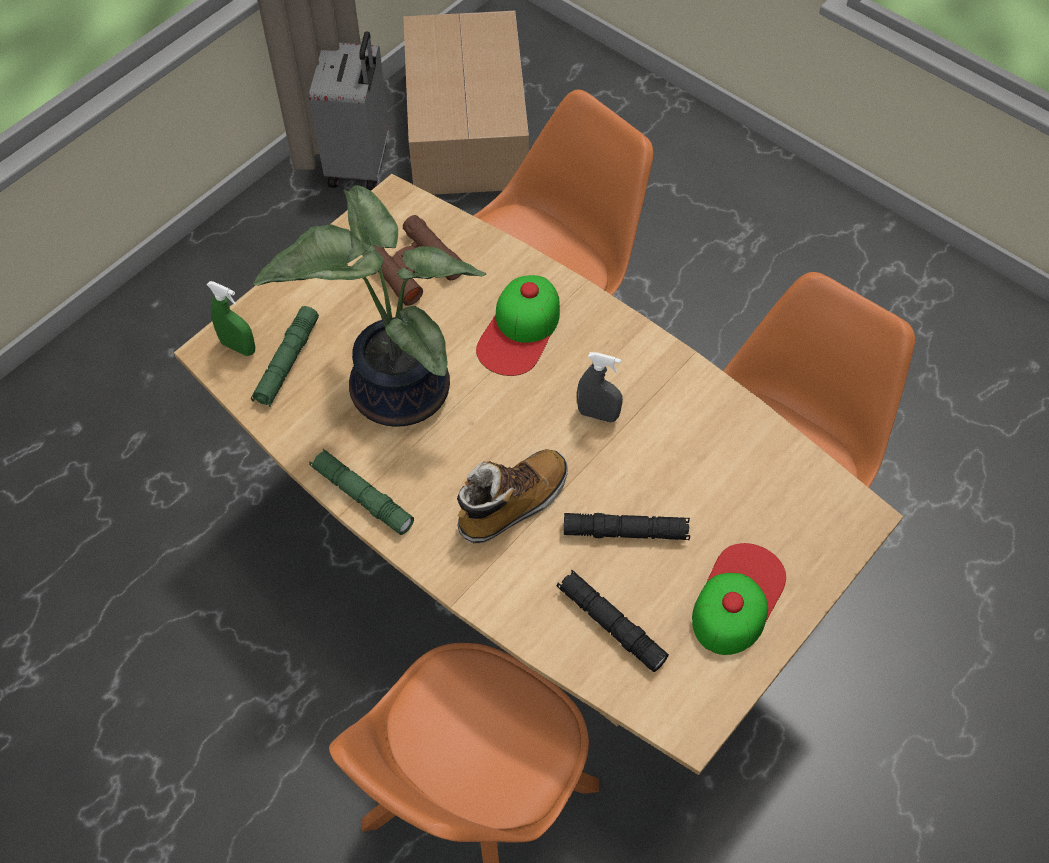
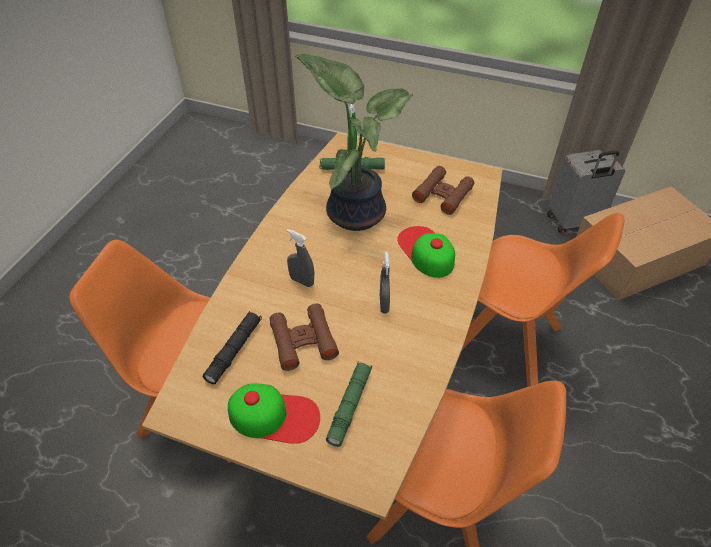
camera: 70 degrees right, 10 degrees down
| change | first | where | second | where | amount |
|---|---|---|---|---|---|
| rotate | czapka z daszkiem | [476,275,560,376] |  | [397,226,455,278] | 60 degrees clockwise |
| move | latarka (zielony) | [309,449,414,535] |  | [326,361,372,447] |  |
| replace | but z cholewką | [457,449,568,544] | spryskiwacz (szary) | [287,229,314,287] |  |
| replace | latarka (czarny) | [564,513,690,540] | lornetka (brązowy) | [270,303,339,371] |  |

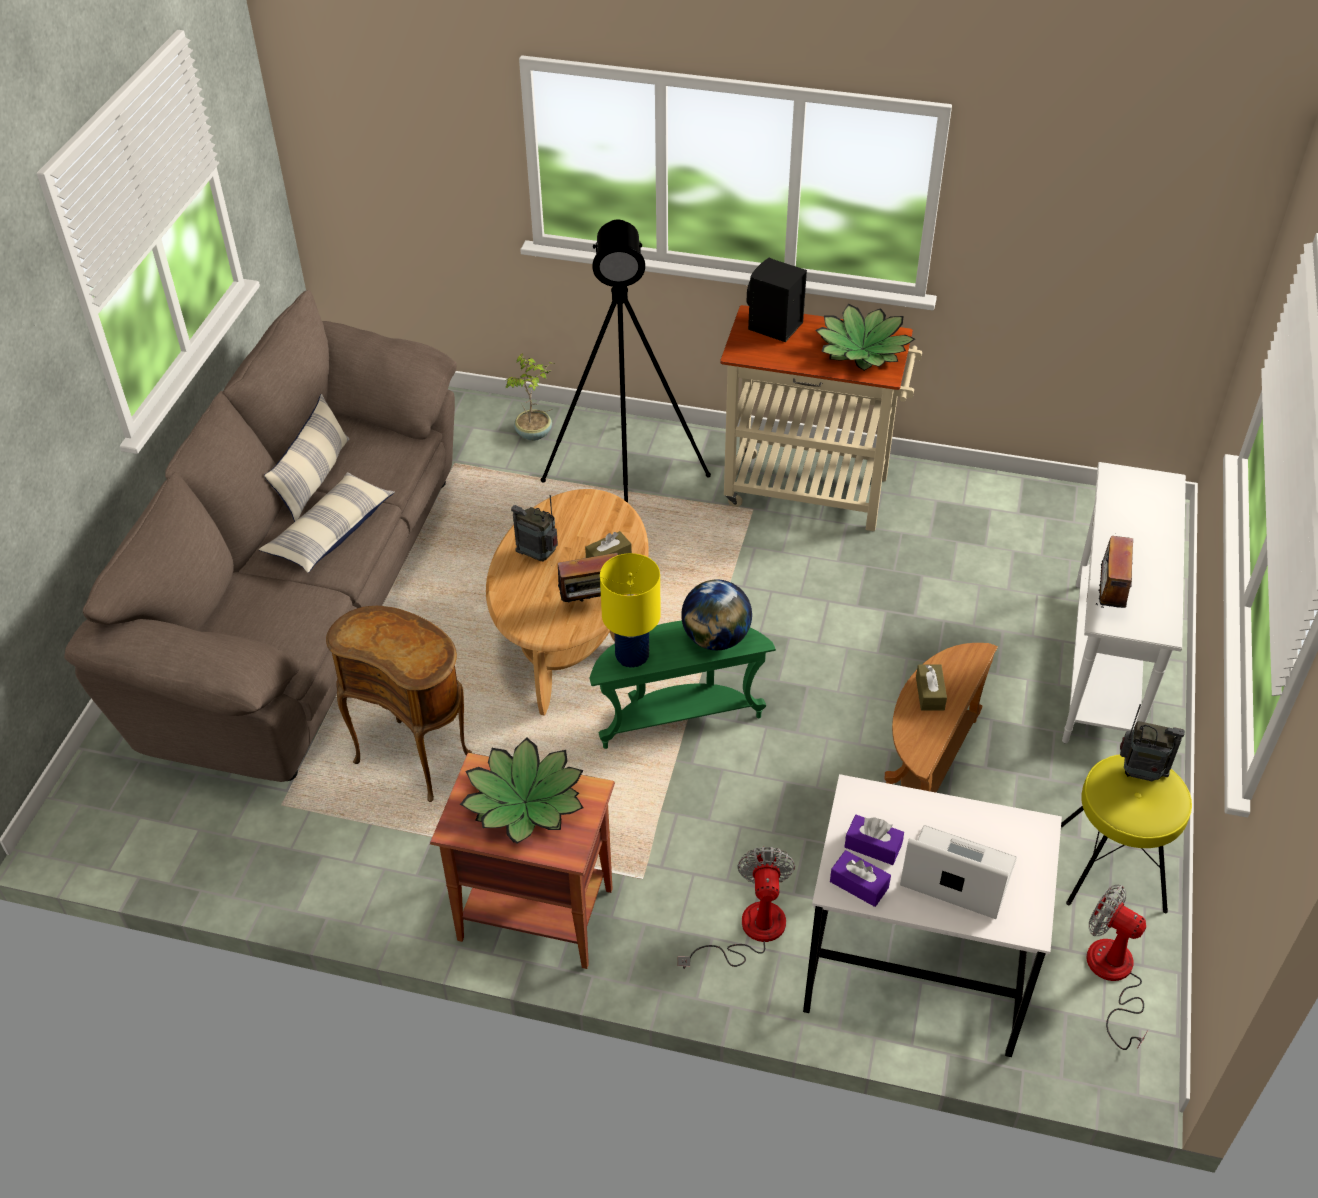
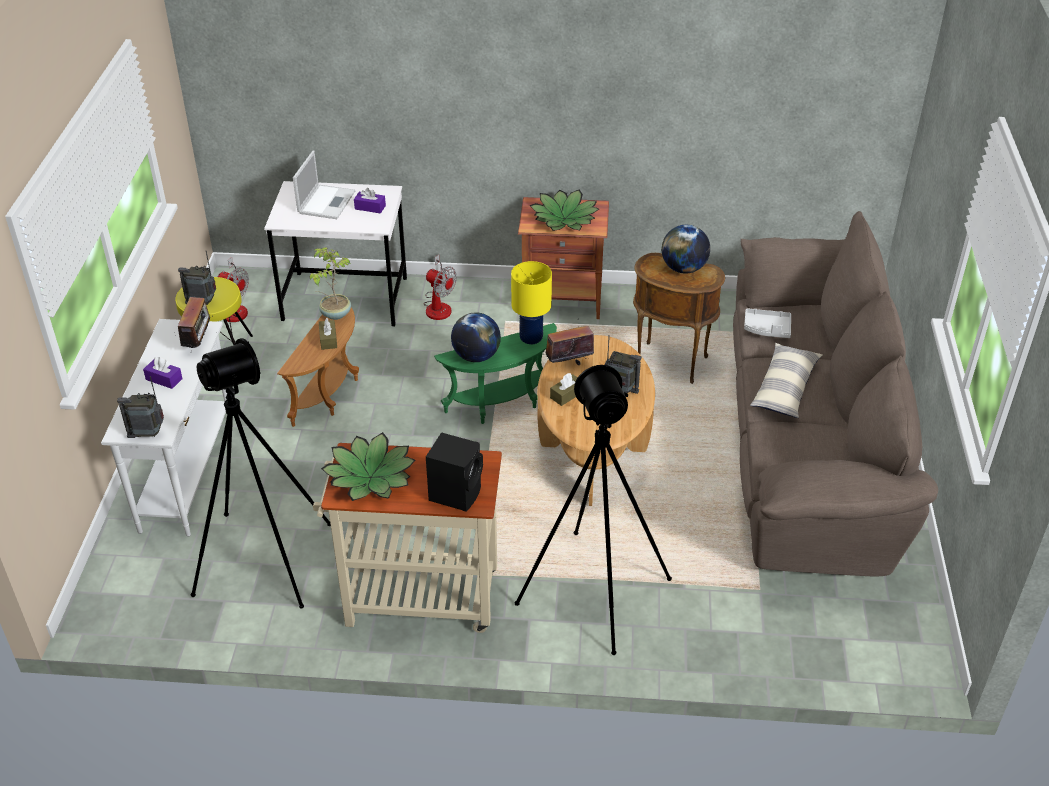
camera: 170 degrees right, 5 degrees down
| change | first | where | second | where | amount |
|---|---|---|---|---|---|
| move | roślina doniczkowa | [505,353,552,441] |  | [310,247,351,320] |  |
| delete | poduszka | [264,394,350,522] |  |  |  |
| rotate | laptop | [900,825,1017,919] |  | [293,151,355,219] | 90 degrees counterclockwise |
| rotate | wentylator | [678,847,795,969] |  | [424,254,457,320] | 45 degrees counterclockwise |
| move | pudełko chusteczek (fioletowy) | [830,850,891,907] |  | [143,357,183,389] |  |
| insert |  |  | globus | [662,225,710,273] |  |
| insert |  |  | taca (szary) | [744,308,791,338] |  |
| insert |  |  | lampa stojąca (czarny) | [191,338,331,609] |  |
| insert |  |  | radio | [117,376,164,438] |  |

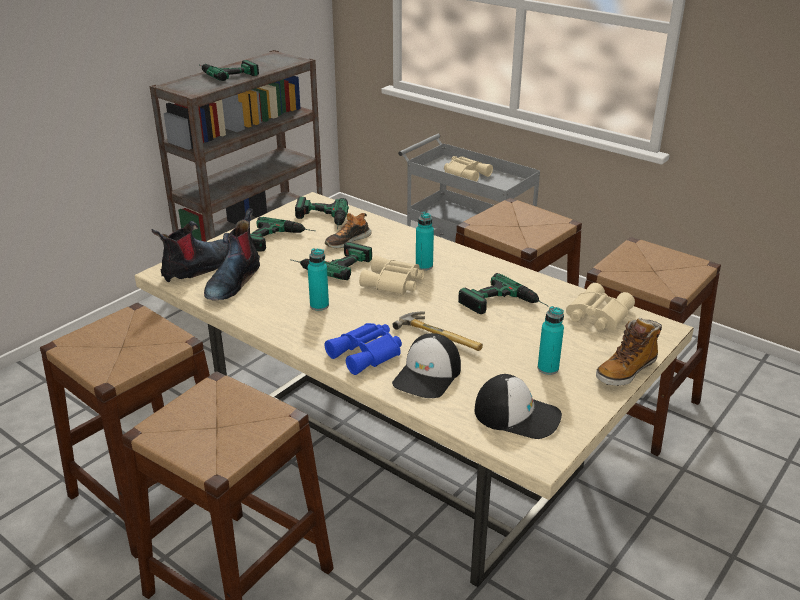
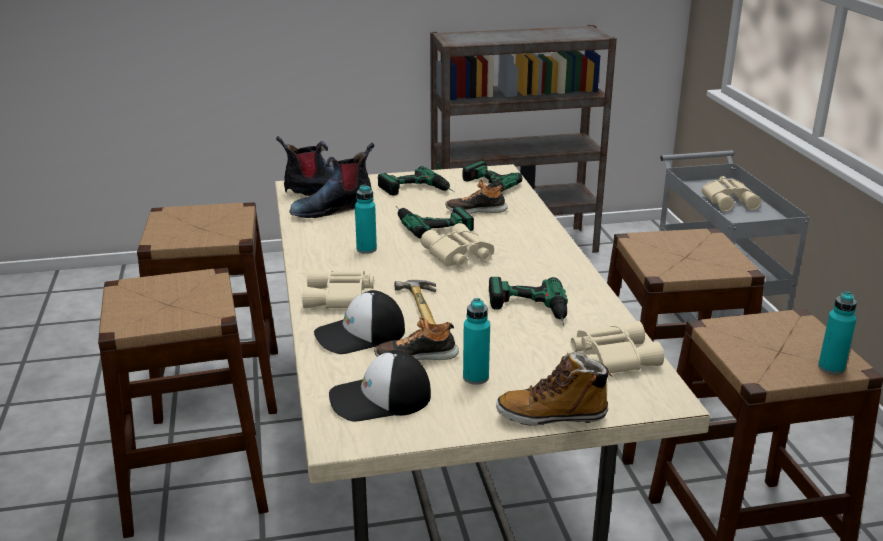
camera: 40 degrees right, 5 degrees down
| change | first | where | second | where | amount |
|---|---|---|---|---|---|
| delete | wiertarka | [200,60,259,81] |  |  |  |
| move | butelka (turkusowy) | [416,212,434,271] |  | [818,291,857,374] |  |
| recolor | lornetka (niebieski) | [324,323,402,375] | lornetka (beżowy) | [302,269,374,309] |  |
| rotate | czapka z daszkiem | [475,374,562,439] |  | [329,350,431,421] | 105 degrees clockwise |
| insert |  |  | but | [374,317,459,360] |  |

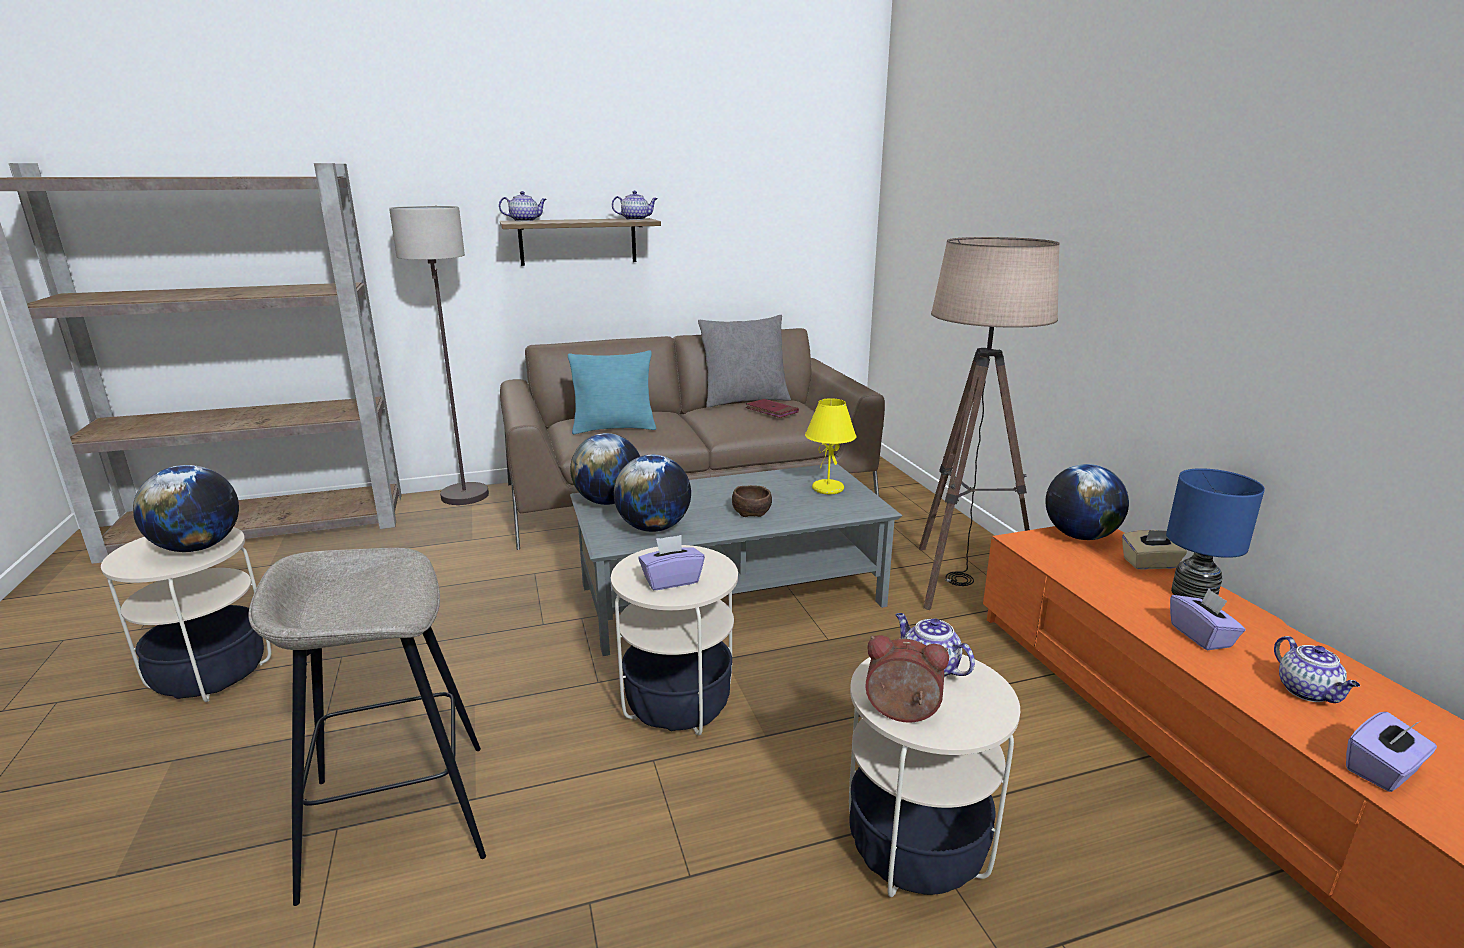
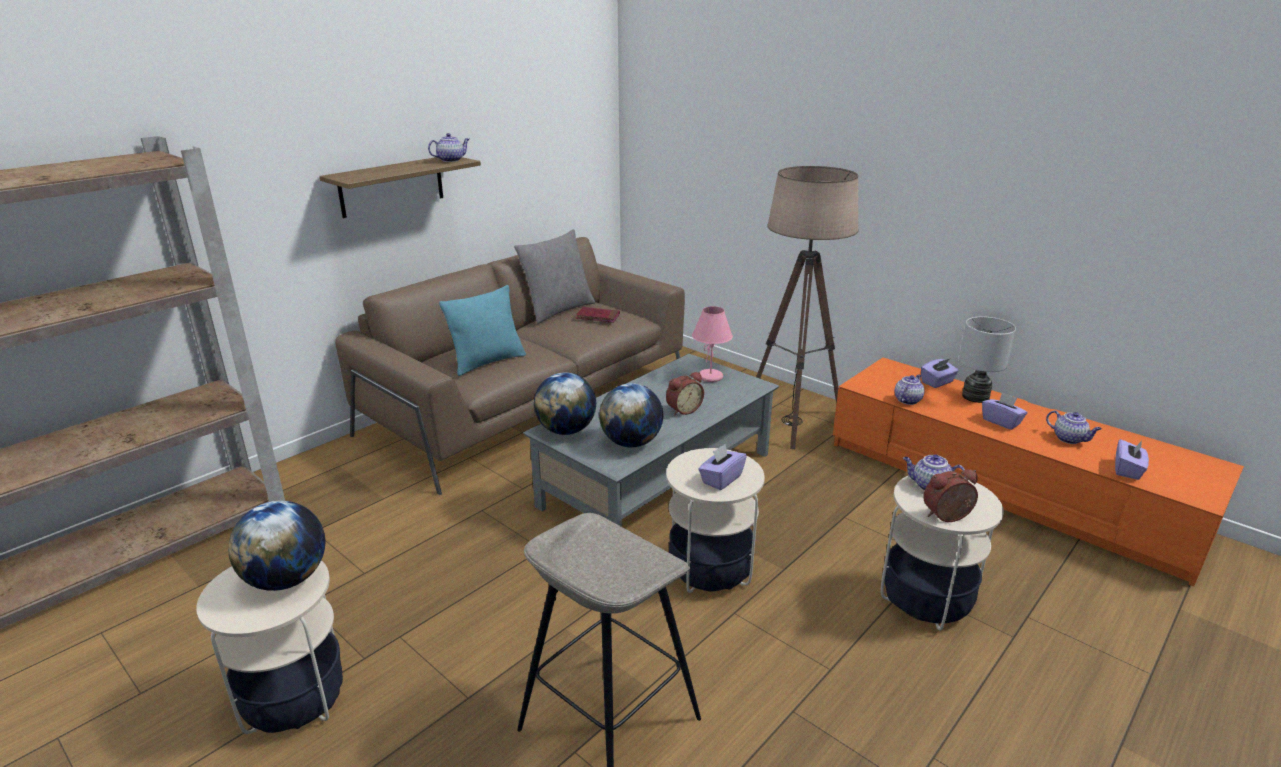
camera: 30 degrees left, 5 degrees up
| change | first | where | second | where | amount |
|---|---|---|---|---|---|
| move | imbryk | [499,191,547,221] |  | [895,374,925,405] |  |
| delete | lampa stojąca (szary) | [389,206,489,505] |  |  |  |
| recolor | lampa stołowa (żółty) | [805,398,857,494] | lampa stołowa (różowy) | [692,306,733,382] |  |
| delete | globus | [1045,464,1129,540] |  |  |  |
| recolor | lampa stołowa (niebieski) | [1166,468,1265,599] | lampa stołowa (szary) | [959,316,1016,403] |  |
| replace | miska (brązowy) | [732,485,772,517] | budzik | [666,372,704,416] |  |
| recolor | pudełko chusteczek (beżowy) | [1122,530,1187,570] | pudełko chusteczek (fioletowy) | [921,359,959,388] |  |

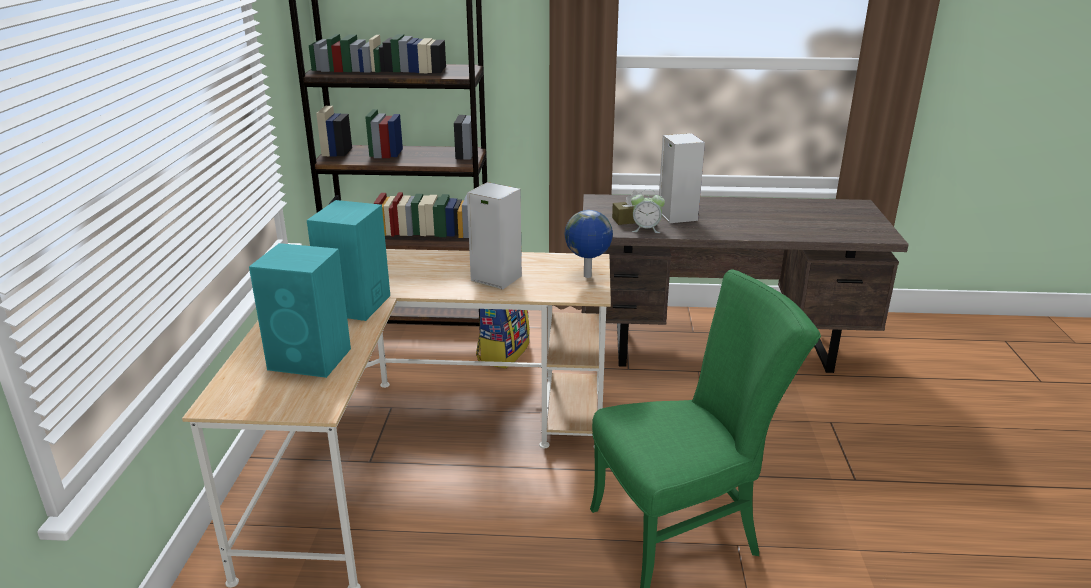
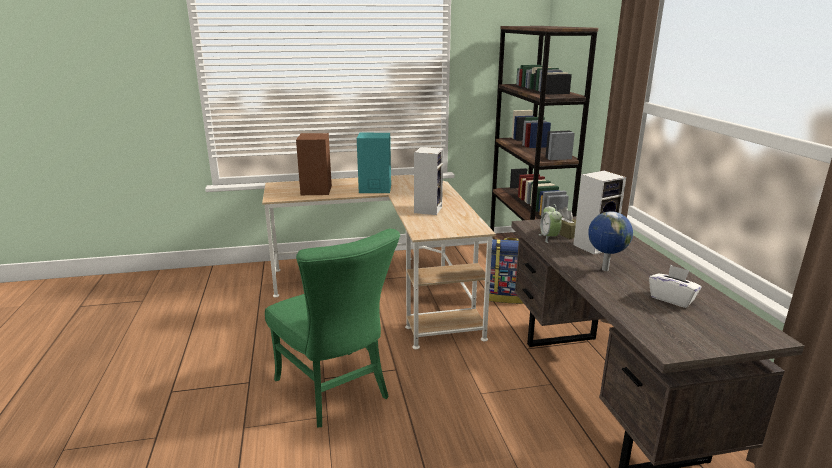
camera: 75 degrees right, 5 degrees down
| change | first | where | second | where | amount |
|---|---|---|---|---|---|
| move | globus | [564,210,613,278] |  | [588,211,633,271] |  |
| recolor | głośnik (turkusowy) | [249,243,351,378] | głośnik (brązowy) | [296,133,332,195] |  |
| insert |  |  | pudełko chusteczek (biały) | [649,265,702,308] |  |

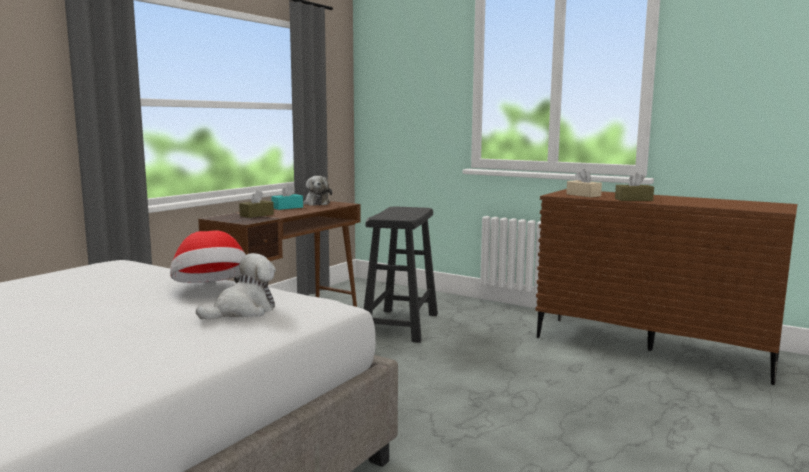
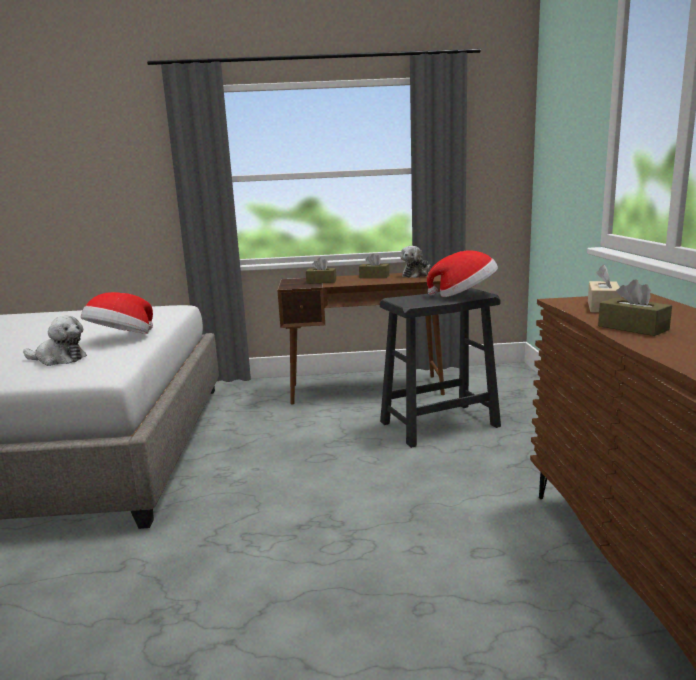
camera: 55 degrees right, 5 degrees up
| change | first | where | second | where | amount |
|---|---|---|---|---|---|
| recolor | pudełko chusteczek (turkusowy) | [271,184,303,210] | pudełko chusteczek (brązowy) | [359,253,389,278] |  |
| insert |  |  | kapelusz | [427,250,498,297] |  |

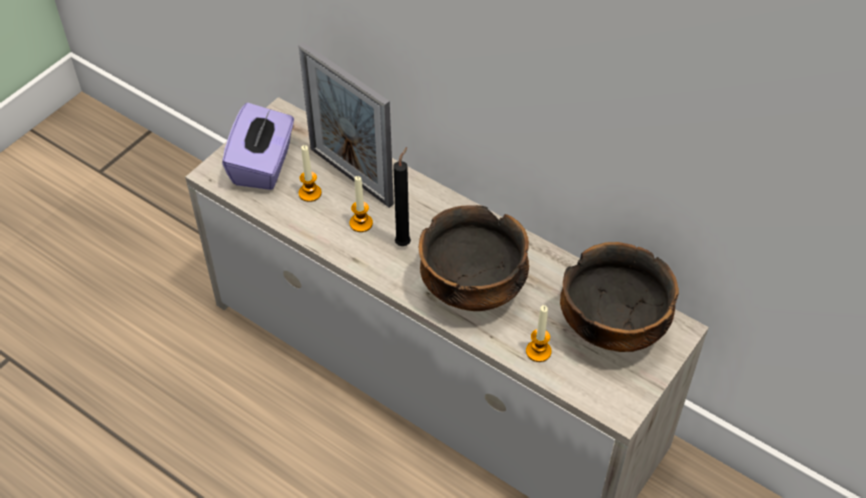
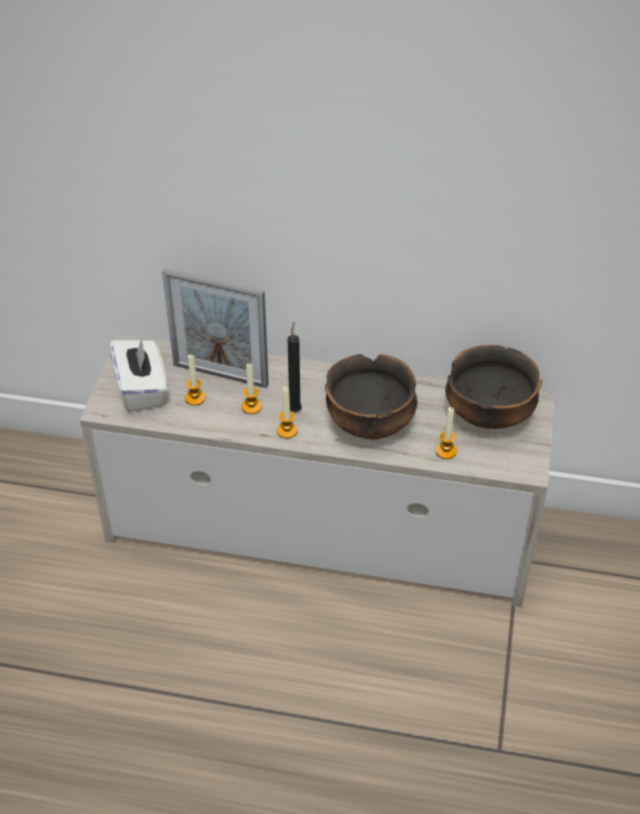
camera: 25 degrees left, 5 degrees down
| change | first | where | second | where | amount |
|---|---|---|---|---|---|
| recolor | pudełko chusteczek (fioletowy) | [222,103,294,190] | pudełko chusteczek (biały) | [110,337,167,412] |  |
| insert |  |  | świeca | [277,387,298,439] |  |

